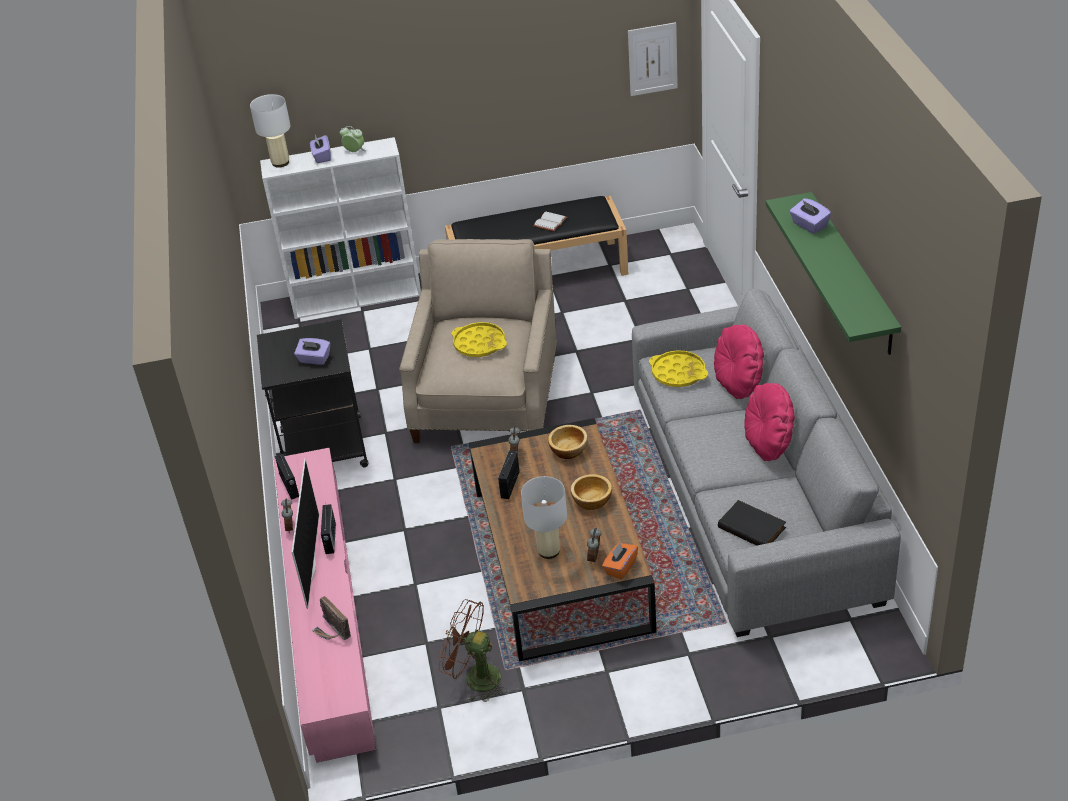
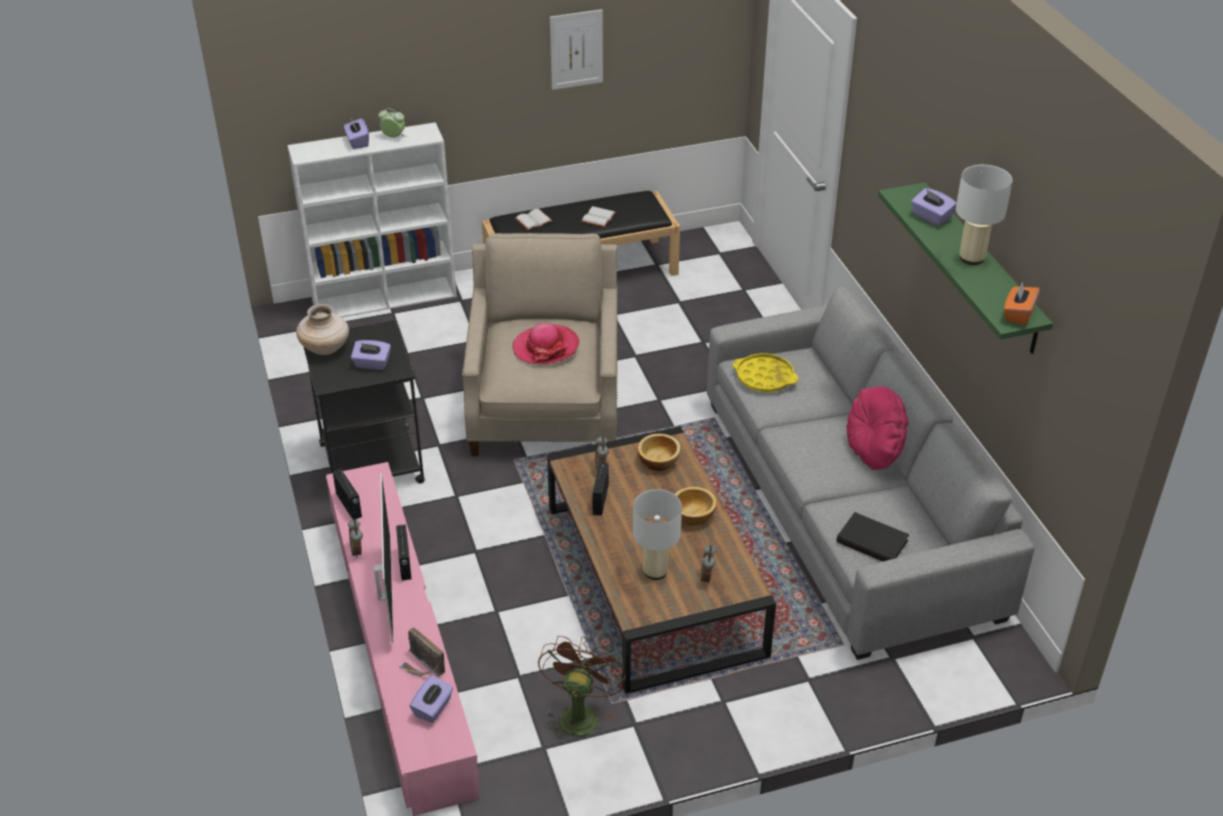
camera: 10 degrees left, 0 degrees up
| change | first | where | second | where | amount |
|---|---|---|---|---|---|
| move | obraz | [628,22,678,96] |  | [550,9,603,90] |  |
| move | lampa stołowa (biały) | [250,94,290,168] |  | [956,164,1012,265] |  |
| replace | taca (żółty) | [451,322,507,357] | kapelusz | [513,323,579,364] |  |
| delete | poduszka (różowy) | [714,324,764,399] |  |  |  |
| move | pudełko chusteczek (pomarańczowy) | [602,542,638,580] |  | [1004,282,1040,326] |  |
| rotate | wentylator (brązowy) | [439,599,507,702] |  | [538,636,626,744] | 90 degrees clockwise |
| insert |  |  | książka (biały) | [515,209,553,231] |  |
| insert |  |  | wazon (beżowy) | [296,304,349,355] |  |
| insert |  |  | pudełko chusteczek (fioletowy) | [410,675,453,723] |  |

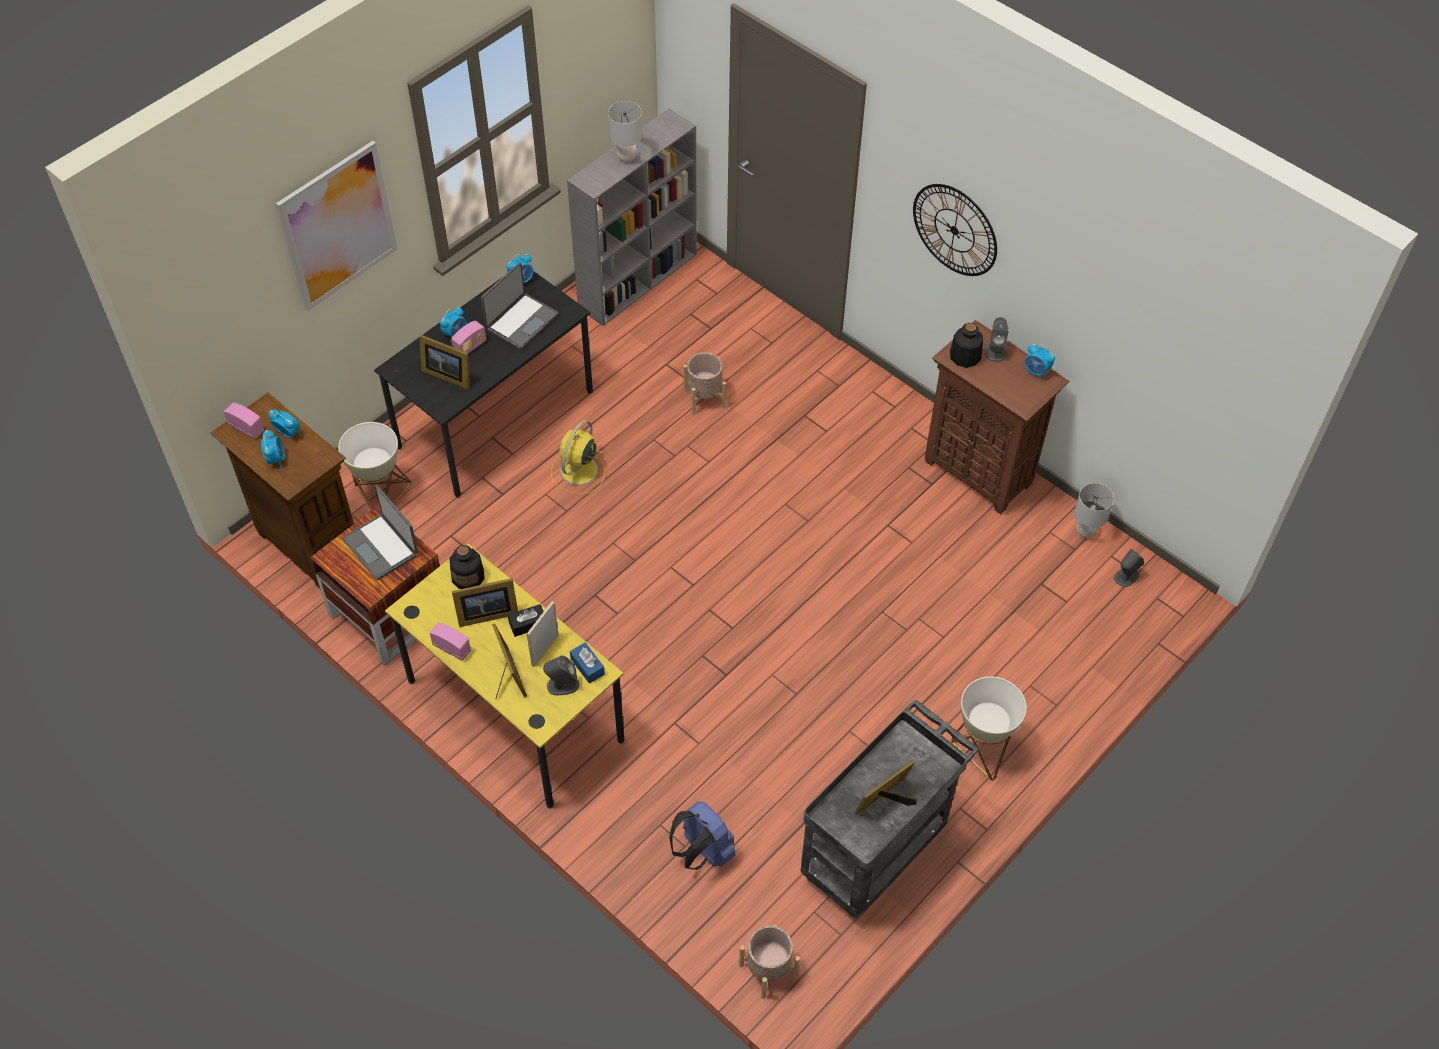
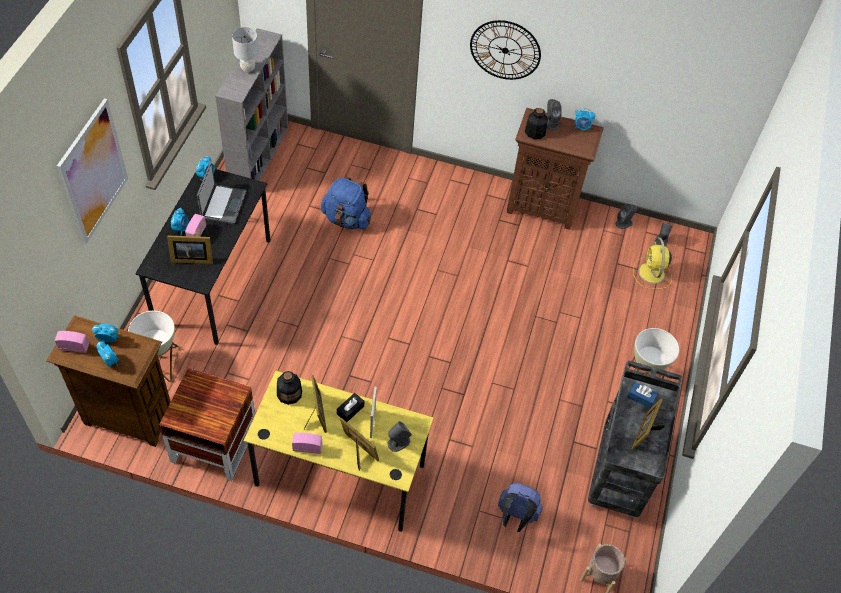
camera: 30 degrees left, 0 degrees up
| change | first | where | second | where | amount |
|---|---|---|---|---|---|
| replace | donica (beżowy) | [683,352,726,415] | plecak (niebieski) | [321,177,371,229] |  |
| move | wentylator (żółty) | [551,420,605,494] |  | [633,238,672,289] |  |
| replace | lampa stołowa (szary) | [1074,483,1114,538] | głośnik (szary) | [615,204,637,229] |  |
| delete | laptop | [342,485,418,580] |  |  |  |
| rotate | ramka na zdjęcie | [452,578,518,627] |  | [304,375,327,433] | 60 degrees counterclockwise |
| move | pudełko chusteczek (niebieski) | [570,642,605,684] |  | [628,382,658,408] |  |

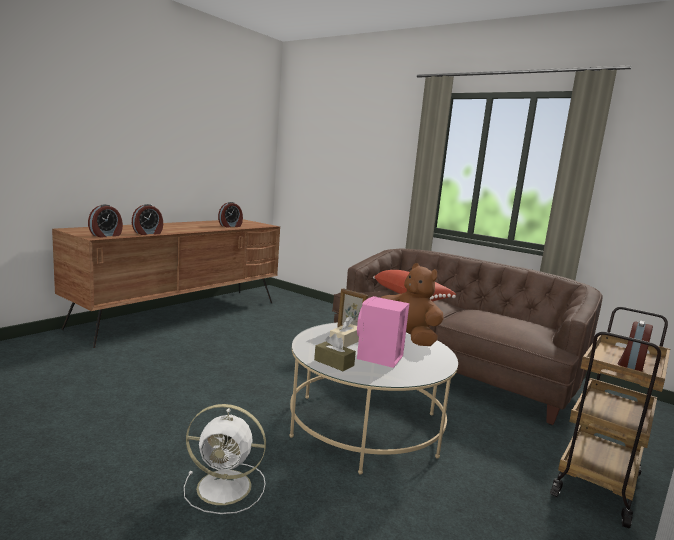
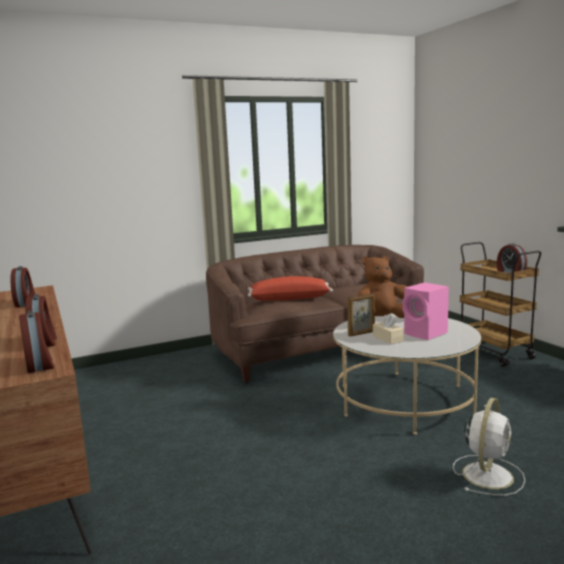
camera: 60 degrees left, 0 degrees up
| change | first | where | second | where | amount |
|---|---|---|---|---|---|
| delete | pudełko chusteczek (brązowy) | [314,334,356,371] |  |  |  |

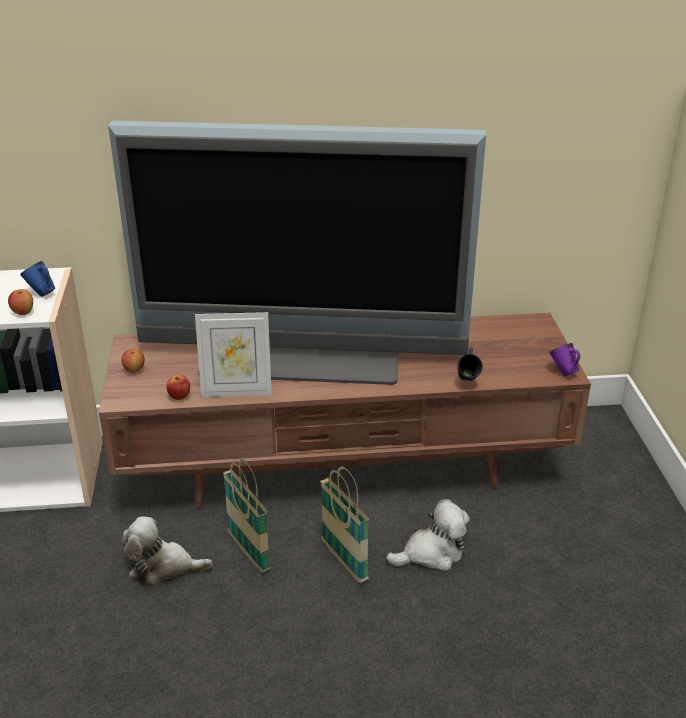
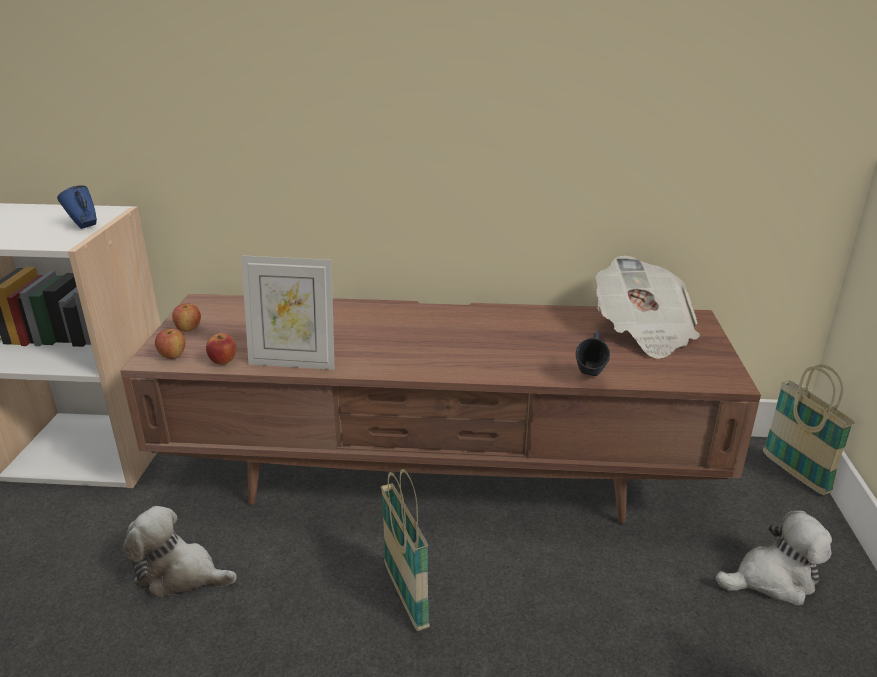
camera: 10 degrees right, 5 degrees down
| change | first | where | second | where | amount |
|---|---|---|---|---|---|
| delete | telewizor | [108,121,486,385] |  |  |  |
| move | jabłko | [8,289,33,315] |  | [155,329,185,359] |  |
| delete | kubek (fioletowy) | [549,343,580,377] |  |  |  |
| move | koszyk | [223,459,271,573] |  | [763,364,855,495] |  |
| move | pluszak | [386,499,470,571] |  | [715,510,832,606] |  |
| insert |  |  | gazeta | [596,256,700,359] |  |

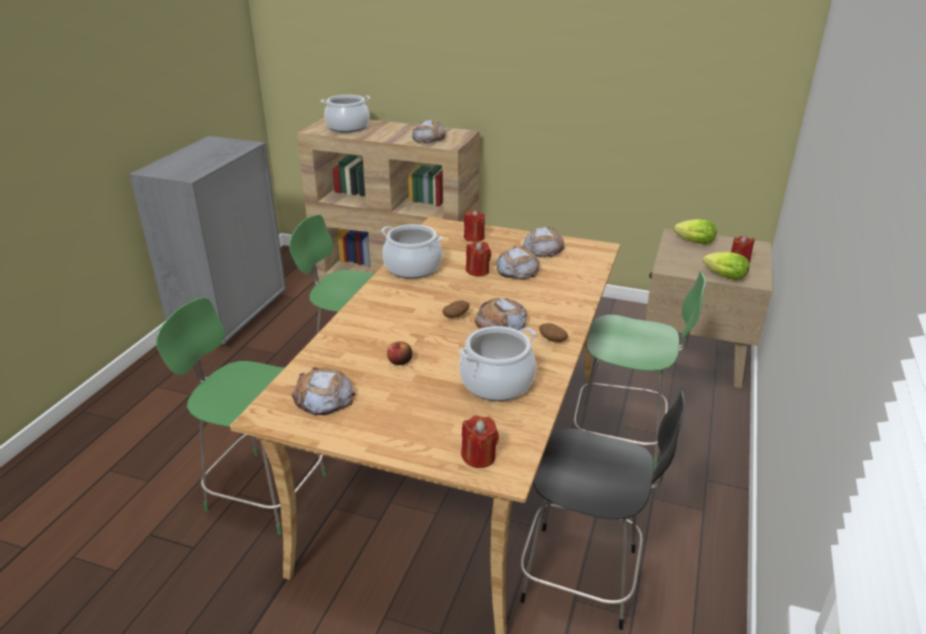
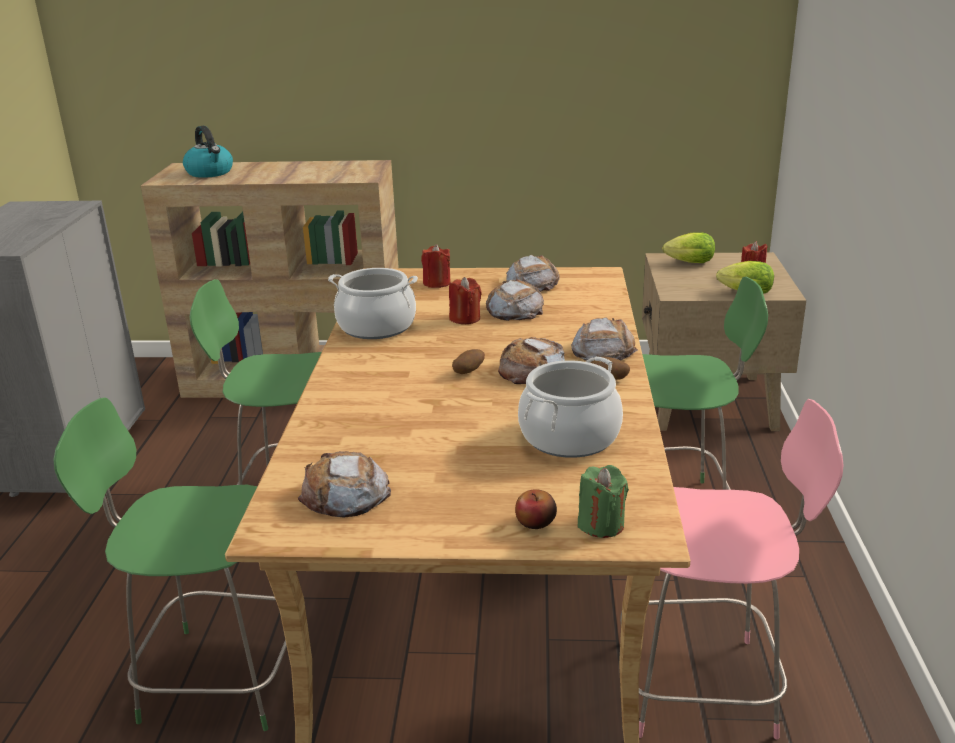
camera: 15 degrees left, 5 degrees down
| change | first | where | second | where | amount |
|---|---|---|---|---|---|
| replace | garnek | [321,95,370,132] | czajnik | [183,126,233,178] |  |
| move | chleb | [412,120,446,143] |  | [571,317,638,361] |  |
| move | jabłko | [387,341,412,365] |  | [515,489,557,529] |  |
| recolor | krzesło (czarny) | [520,388,686,630] | krzesło (różowy) | [620,399,844,739] |  |
| recolor | świeca (czerwony) | [461,415,499,468] | świeca (zielony) | [578,465,629,538] |  |

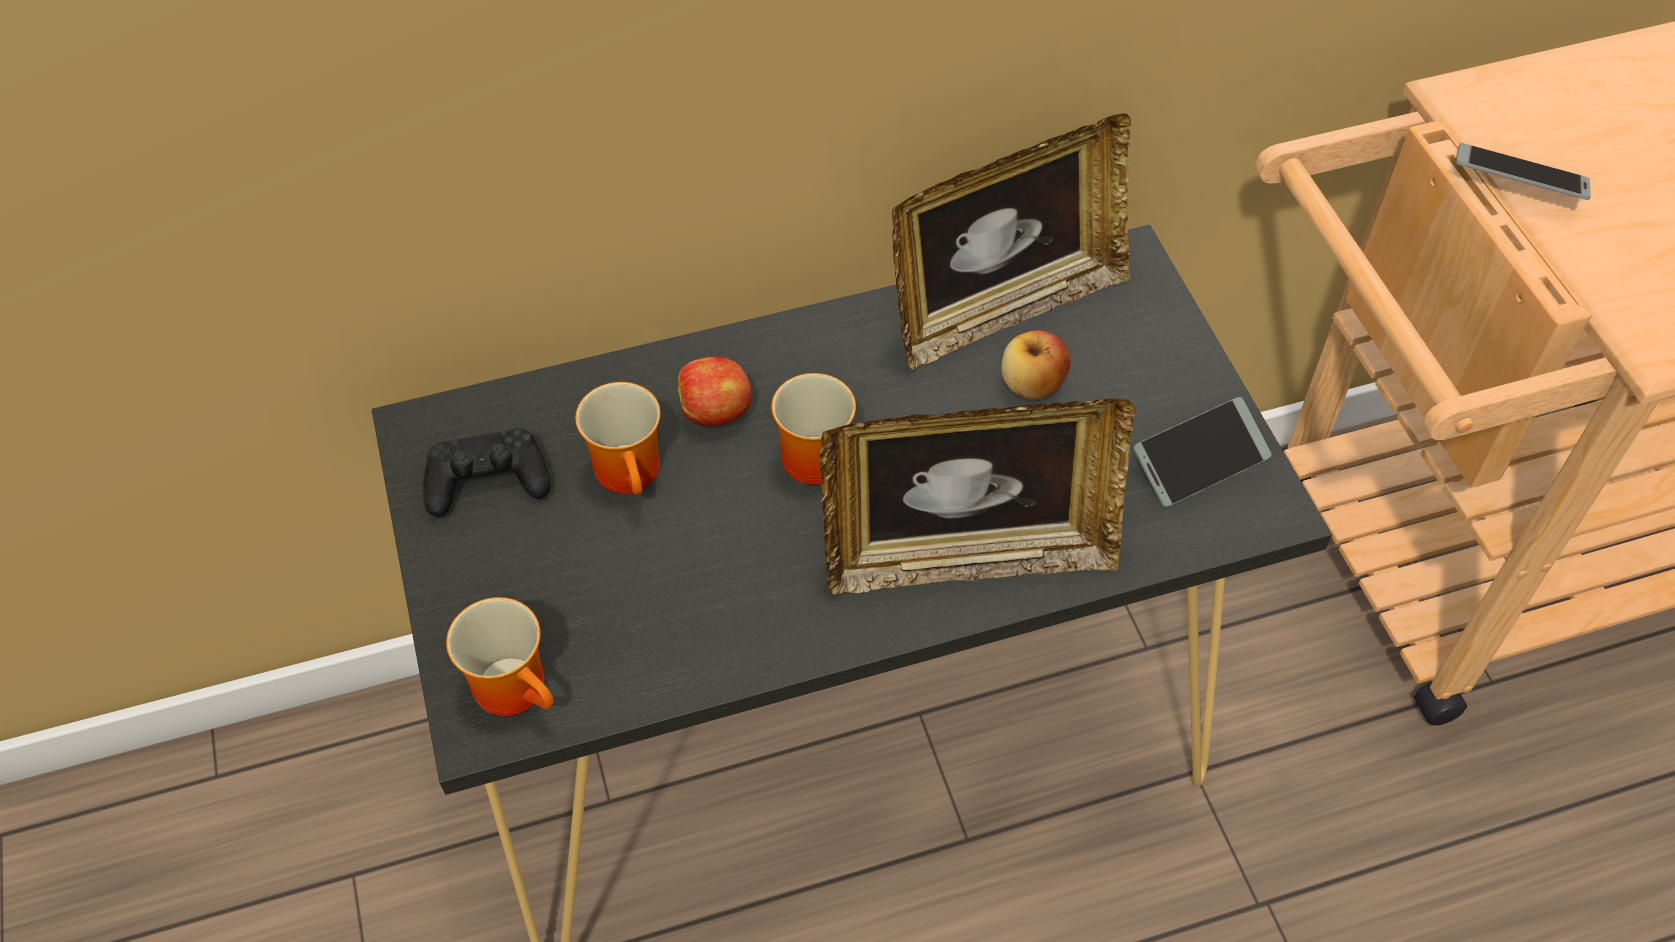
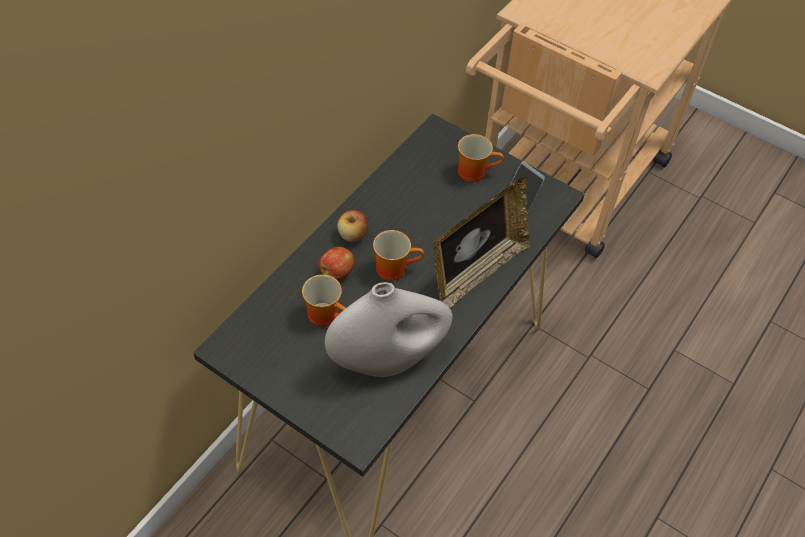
camera: 40 degrees left, 0 degrees up
| change | first | where | second | where | amount |
|---|---|---|---|---|---|
| delete | ramka na zdjęcie | [892,114,1131,369] |  |  |  |
| delete | telefon | [1456,143,1591,200] |  |  |  |
| move | jabłko | [1001,330,1071,400] |  | [337,210,368,242] |  |
| delete | pad do gier (czarny) | [423,428,550,517] |  |  |  |
| move | kubek | [446,597,554,716] |  | [458,134,504,182] |  |
| insert |  |  | wazon (biały) | [325,282,453,377] |  |

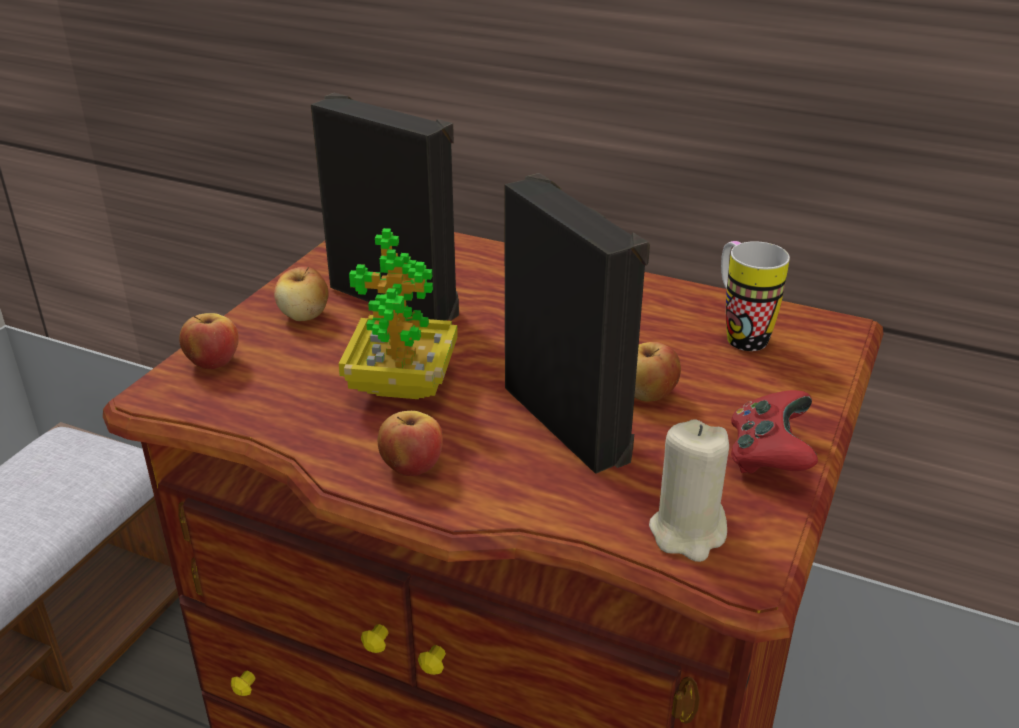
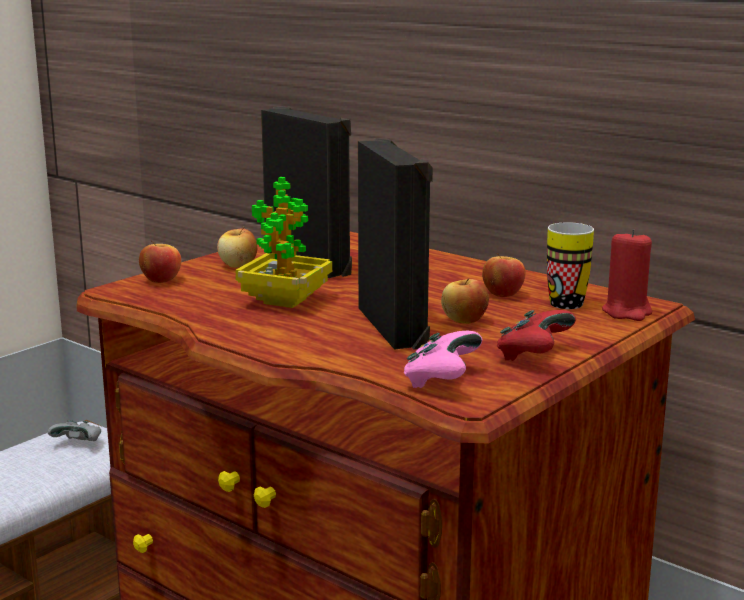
camera: 15 degrees right, 15 degrees down
| change | first | where | second | where | amount |
|---|---|---|---|---|---|
| move | jabłko | [378,411,443,476] |  | [482,253,526,297] |  |
| replace | świeca (beżowy) | [649,419,729,562] | pad do gier (różowy) | [404,331,483,388] |  |
| insert |  |  | świeca (czerwony) | [602,229,652,321] |  |
| insert |  |  | pad do gier (szary) | [48,420,101,441] |  |

